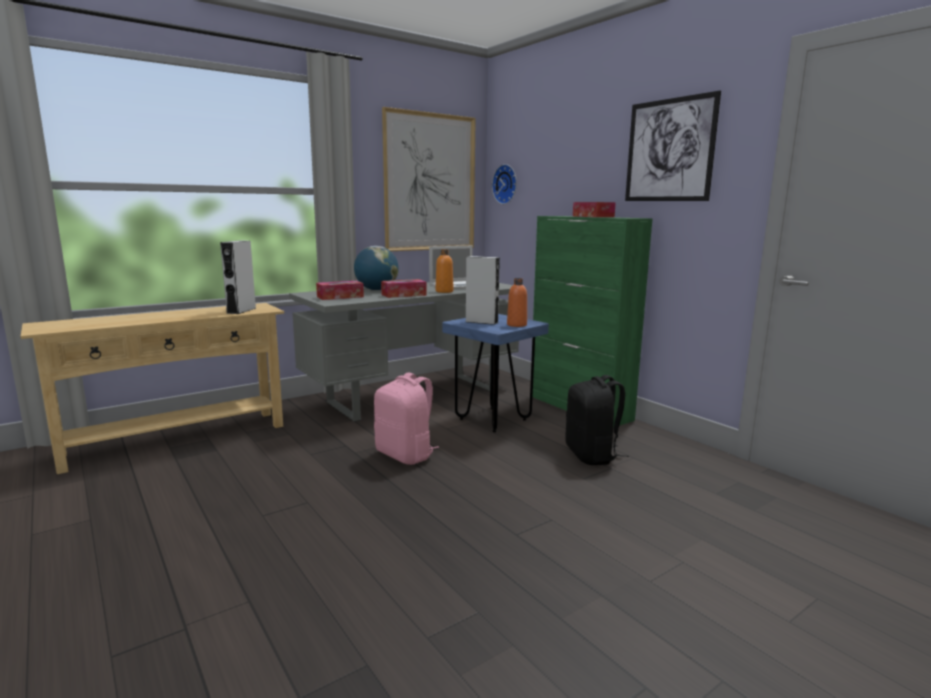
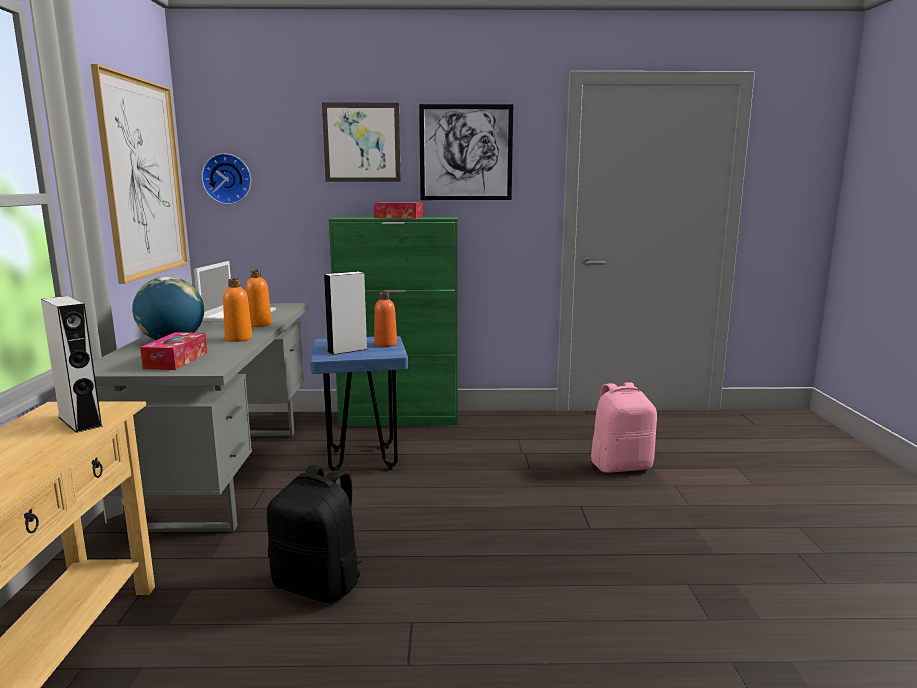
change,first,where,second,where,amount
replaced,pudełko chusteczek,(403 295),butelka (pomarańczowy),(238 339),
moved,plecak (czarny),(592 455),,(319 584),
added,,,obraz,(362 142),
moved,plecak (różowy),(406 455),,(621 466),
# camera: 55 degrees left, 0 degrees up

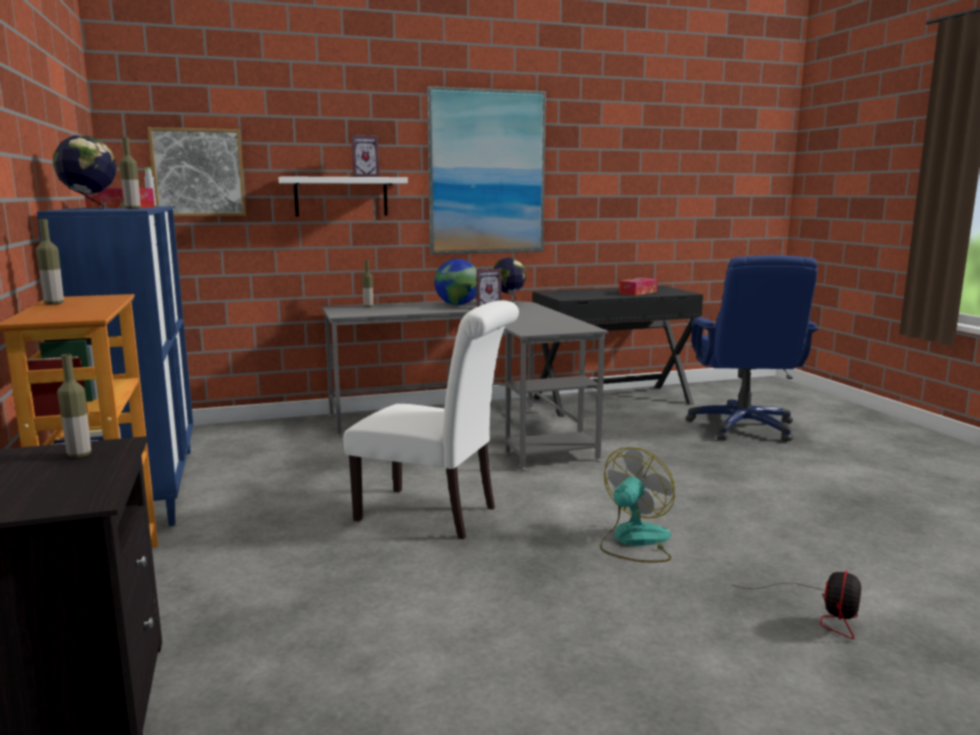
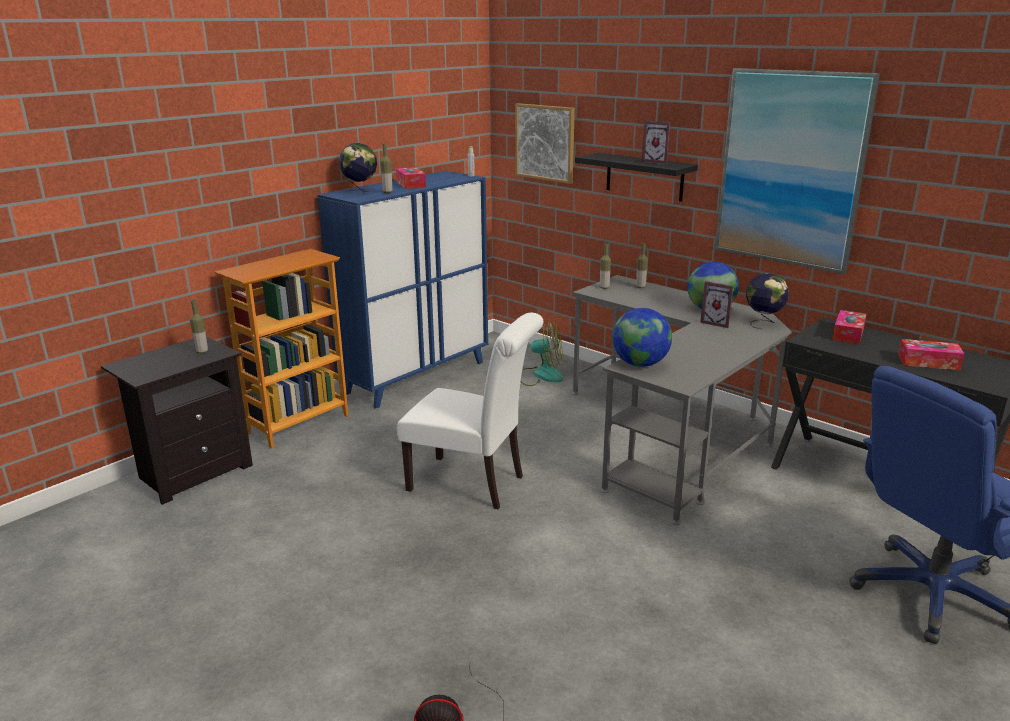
change,first,where,second,where,amount
turned,krzesło (biały),(435 514),,(473 484),60 degrees counterclockwise
moved,wentylator,(634 541),,(540 375),
recoloured,półka (biały),(341 196),półka (czarny),(644 177),
moved,butelka,(54 303),,(604 288),
added,,,globus,(640 364),
added,,,pudełko chusteczek,(848 334),
# camera: 60 degrees right, 10 degrees up

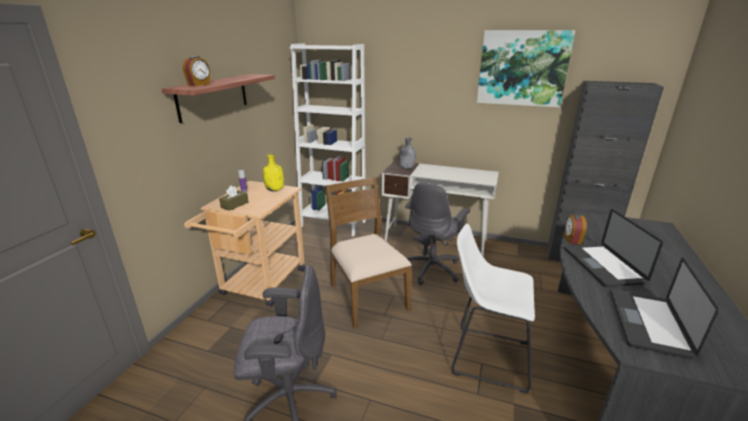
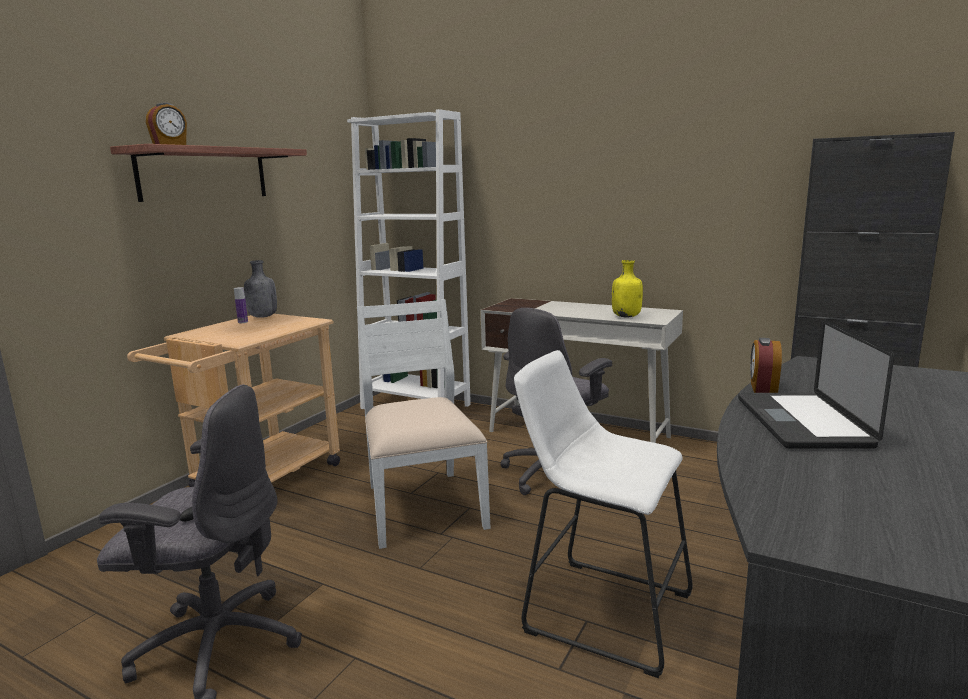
change,first,where,second,where,amount
moved,butelka (szary),(406 168),,(262 316),
recoloured,krzesło (brązowy),(366 296),krzesło (biały),(423 506),
moved,butelka (żółty),(275 190),,(626 316),
removed,pudełko chusteczek (brązowy),(234 205),,,
removed,obraz,(522 68),,,
removed,laptop,(648 323),,,
# camera: 10 degrees right, 10 degrees down

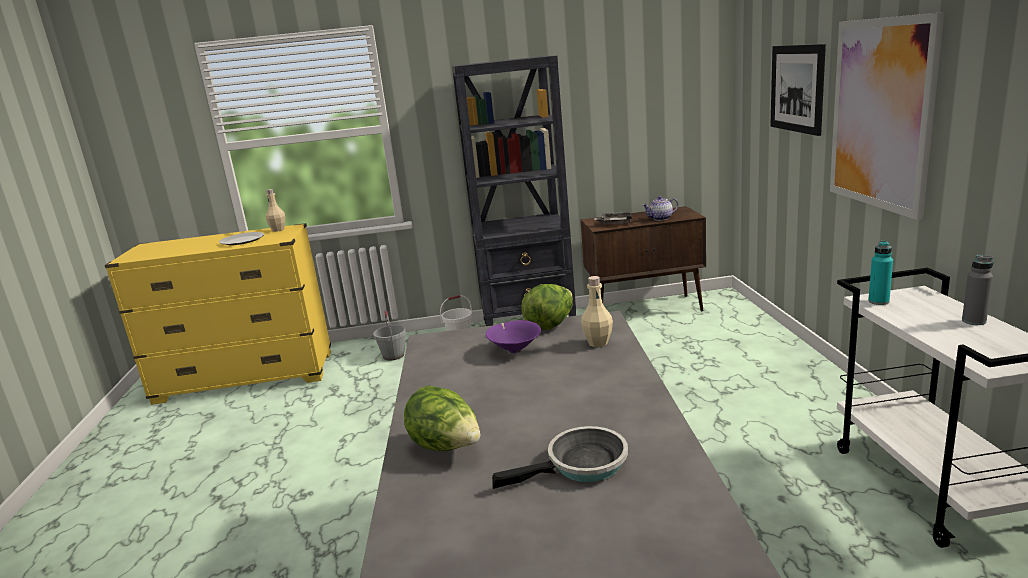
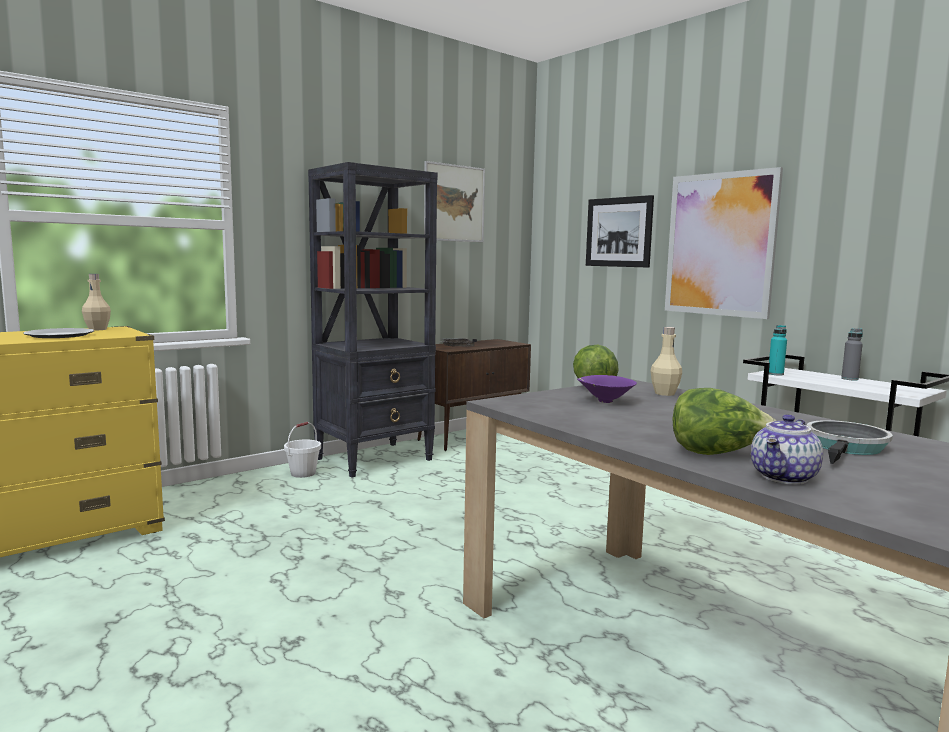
change,first,where,second,where,amount
added,,,obraz,(454 203),
moved,imbryk,(660 219),,(785 478),
removed,wiadro (szary),(394 356),,,
# camera: 35 degrees left, 10 degrees down

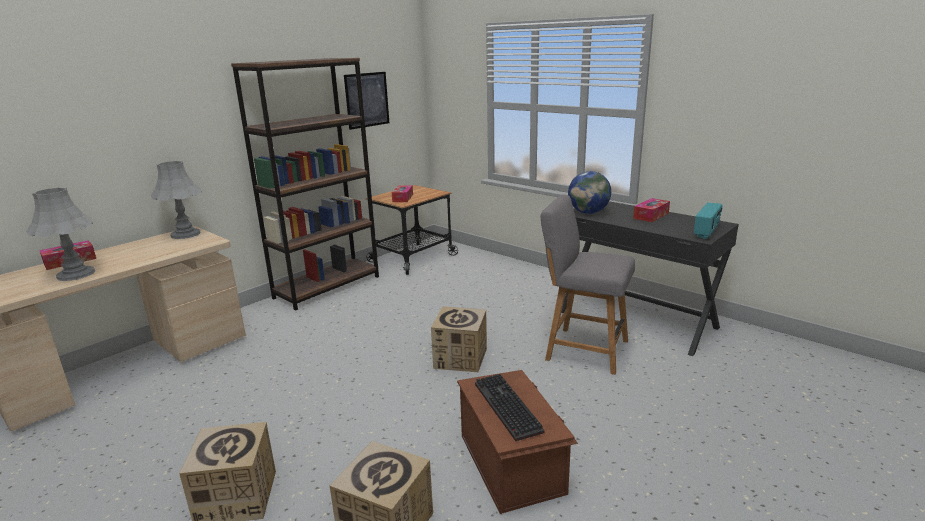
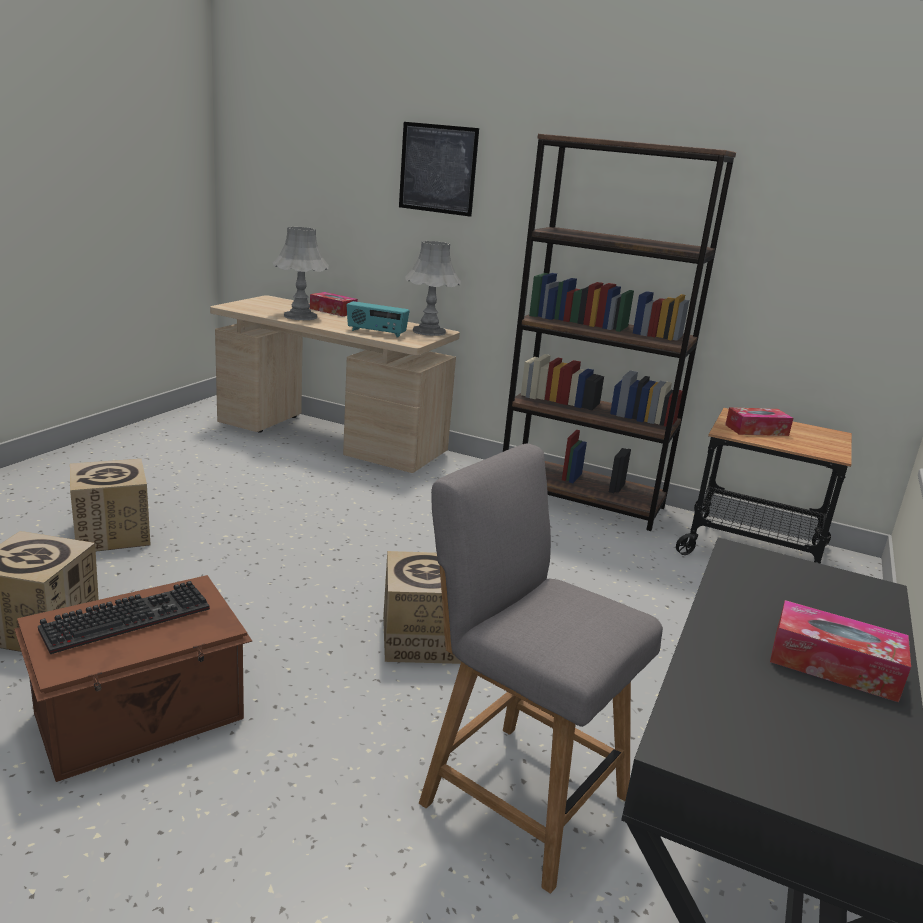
change,first,where,second,where,amount
moved,radio,(707 232),,(376 333),
moved,obraz,(367 100),,(438 169),
turned,krzesło (szary),(582 349),,(517 794),60 degrees counterclockwise
removed,globus,(588 212),,,
# camera: 70 degrees right, 0 degrees up

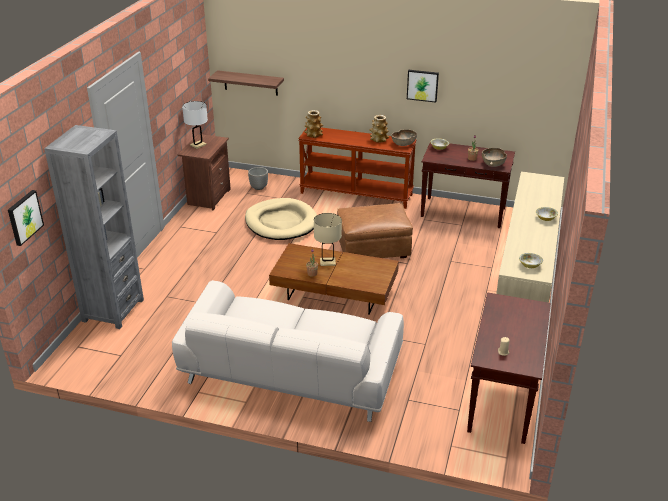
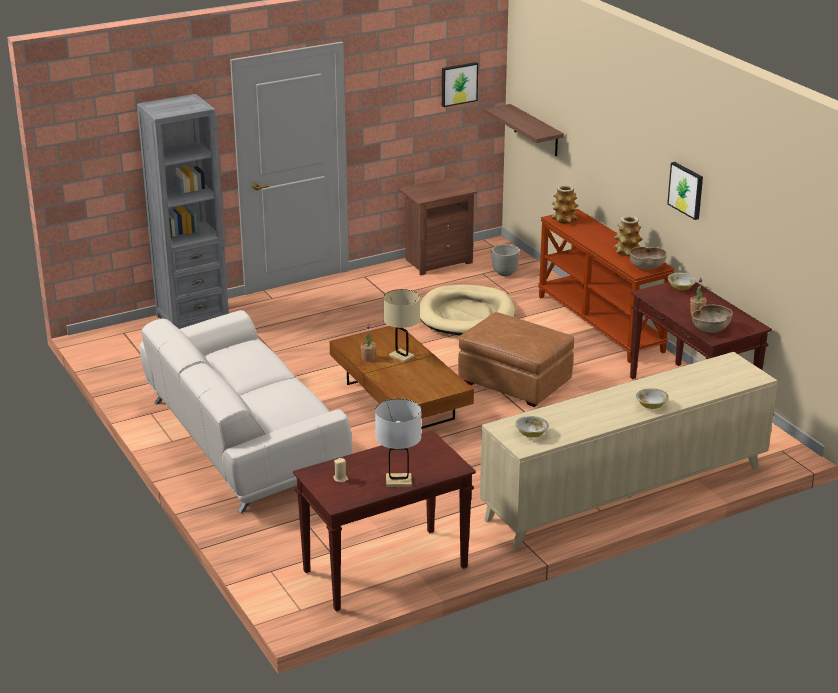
change,first,where,second,where,amount
moved,lampa stołowa (biały),(198 145),,(398 481),
moved,obraz,(24 217),,(458 84),
# camera: 45 degrees right, 5 degrees down

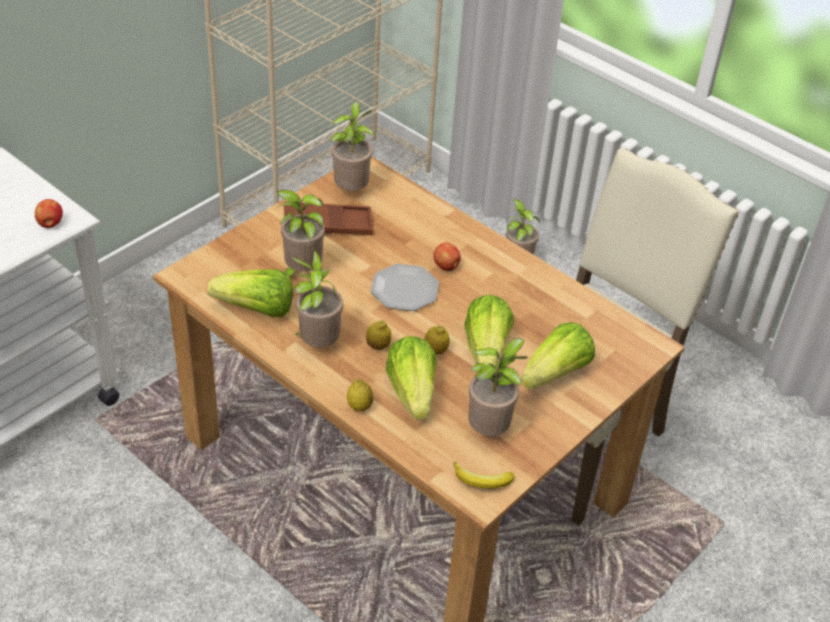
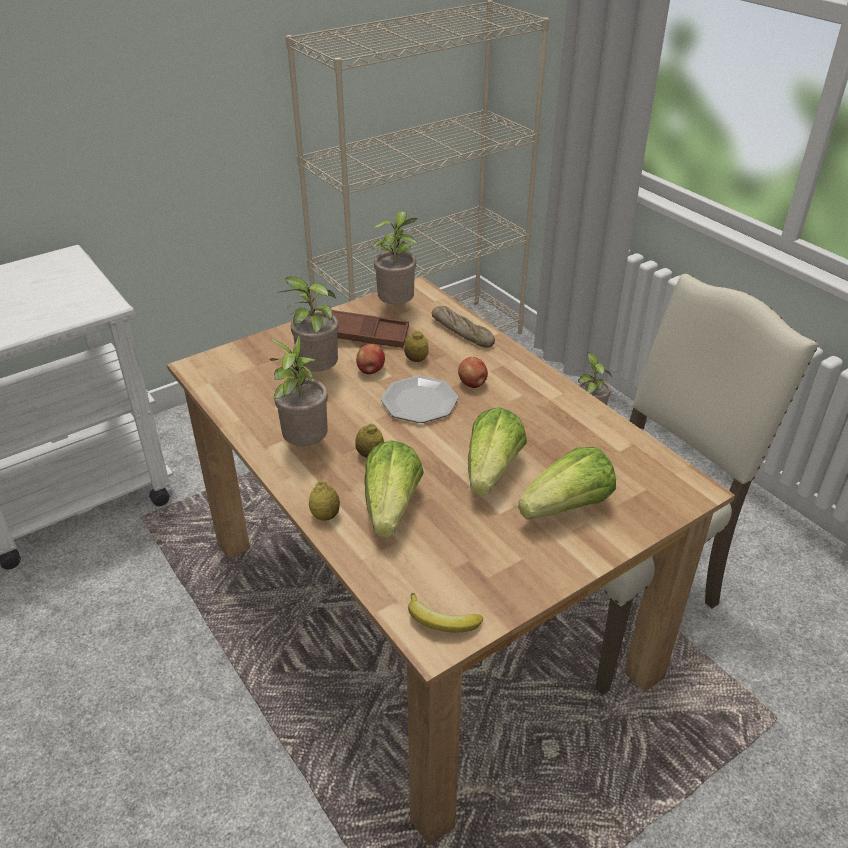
change,first,where,second,where,amount
moved,jabłko,(50 224),,(370 371),
moved,cytryna,(436 350),,(416 359),
added,,,chleb,(462 332),
removed,sałata,(256 309),,,
removed,roślina doniczkowa,(490 430),,,
# camera: 15 degrees right, 5 degrees down

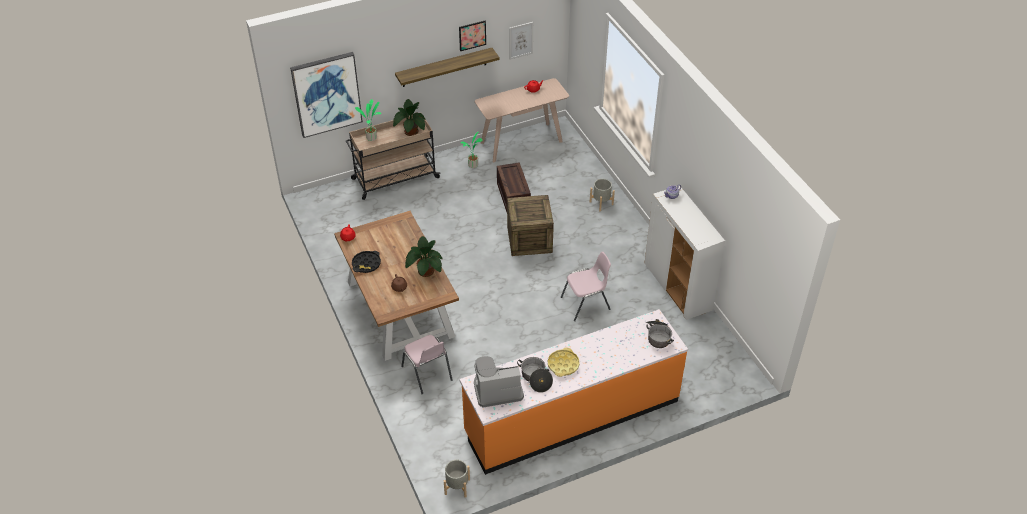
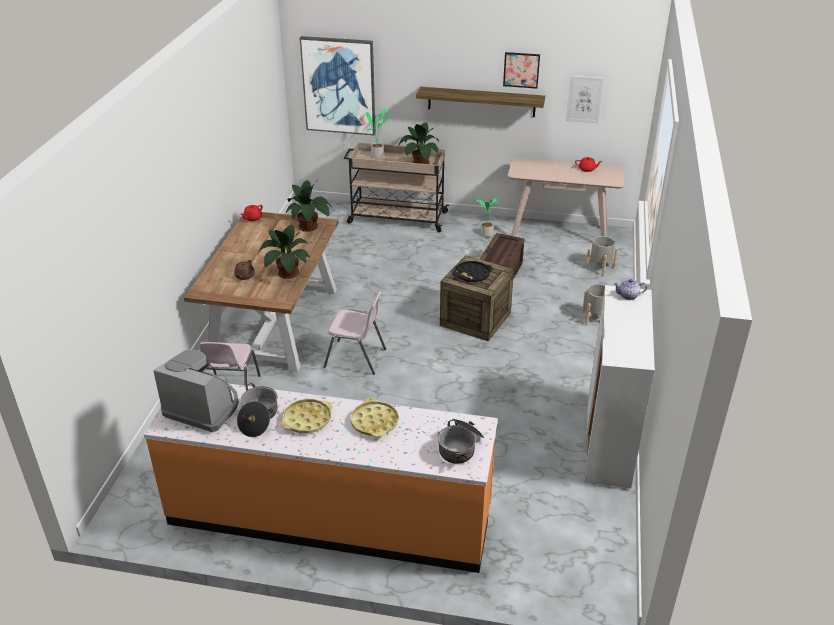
change,first,where,second,where,amount
added,,,roślina doniczkowa,(309 227),
moved,krzesło (różowy),(586 303),,(356 358),
added,,,taca (żółty),(374 422),
moved,taca (czarny),(366 264),,(472 274),
moved,donica (szary),(457 486),,(600 268),
# camera: 35 degrees right, 10 degrees down

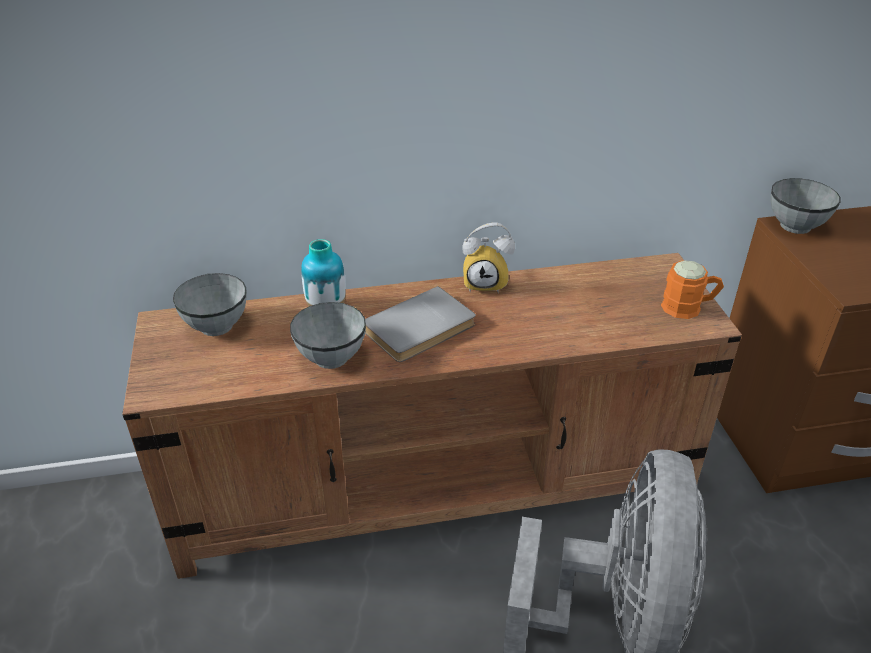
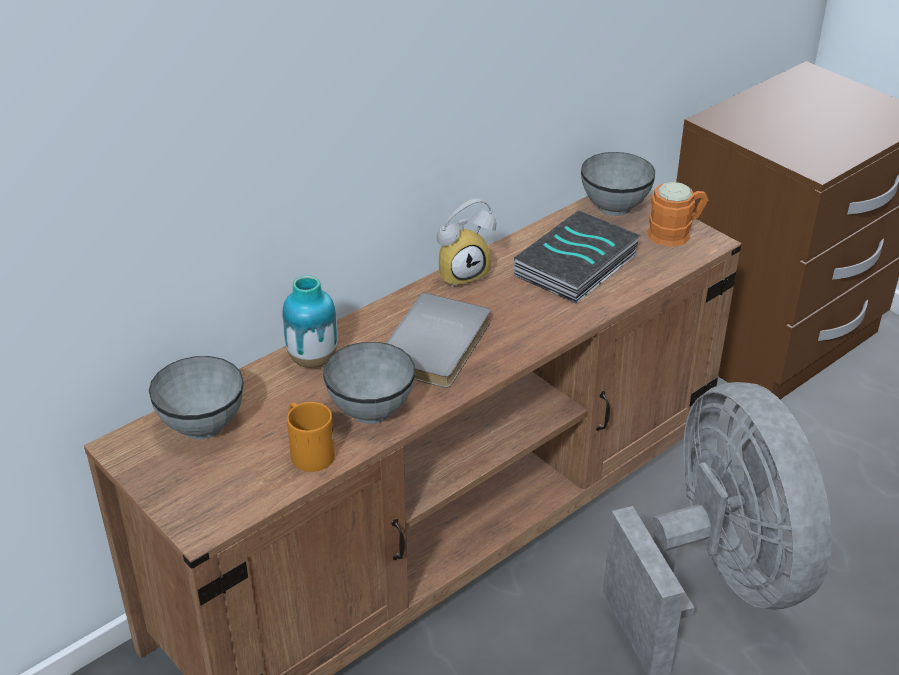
change,first,where,second,where,amount
added,,,kubek (pomarańczowy),(307 451),
added,,,książka,(577 266),
moved,miska (szary),(794 226),,(613 206),
# camera: 30 degrees left, 0 degrees up

